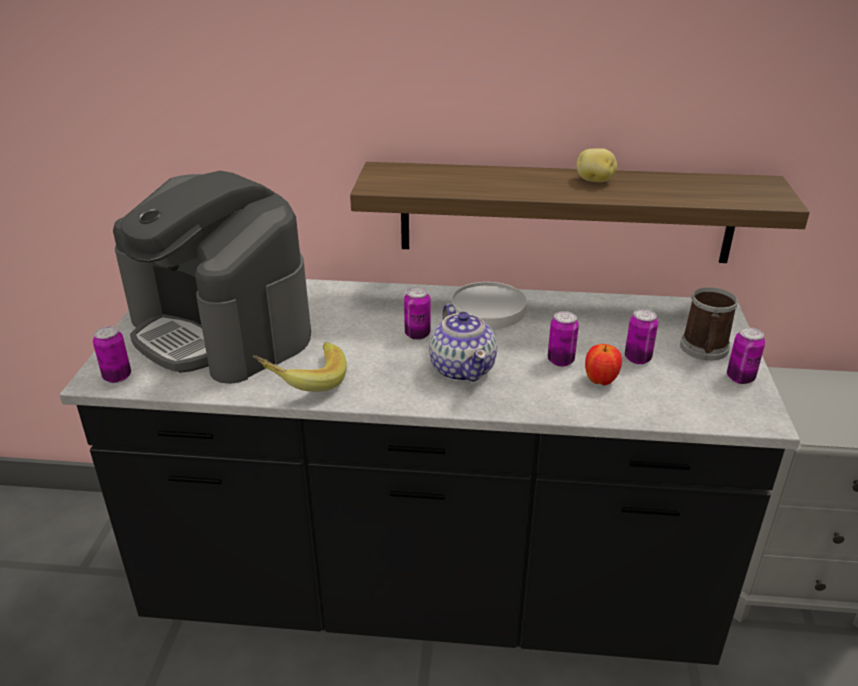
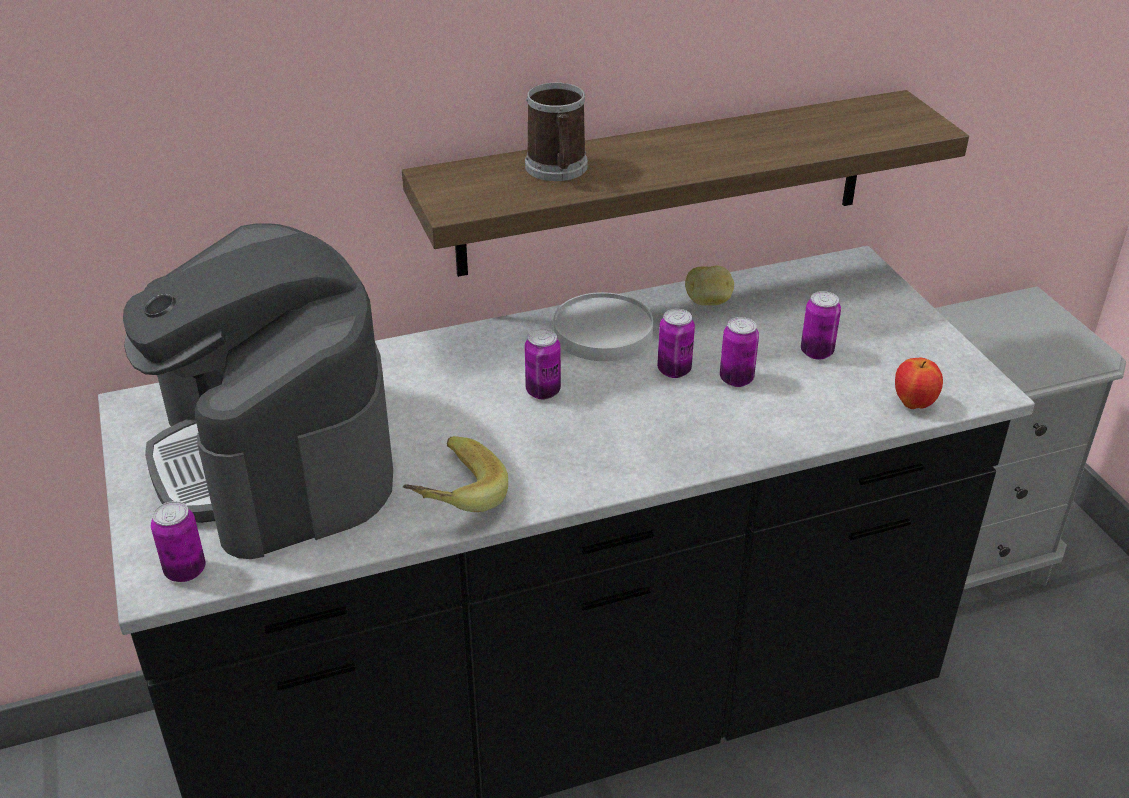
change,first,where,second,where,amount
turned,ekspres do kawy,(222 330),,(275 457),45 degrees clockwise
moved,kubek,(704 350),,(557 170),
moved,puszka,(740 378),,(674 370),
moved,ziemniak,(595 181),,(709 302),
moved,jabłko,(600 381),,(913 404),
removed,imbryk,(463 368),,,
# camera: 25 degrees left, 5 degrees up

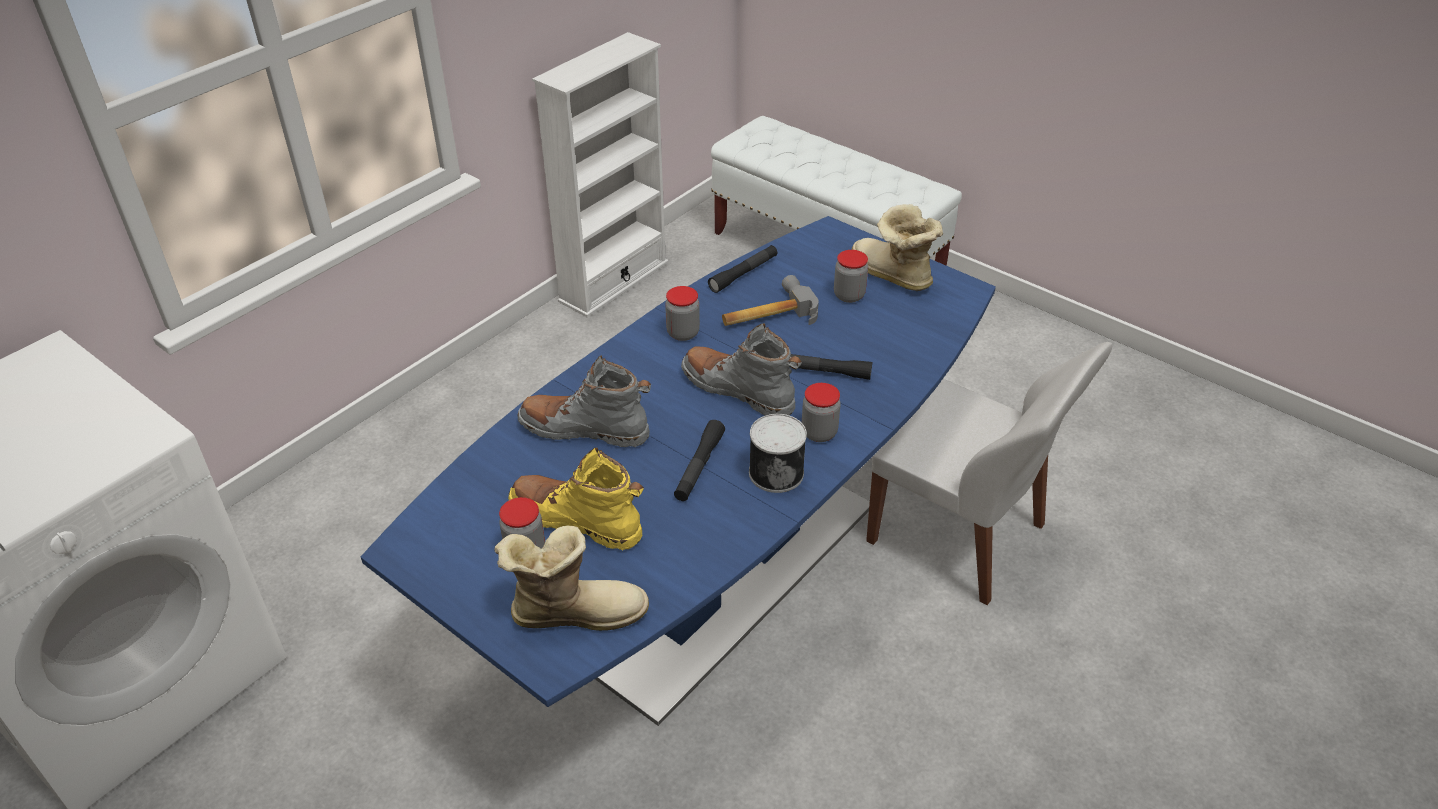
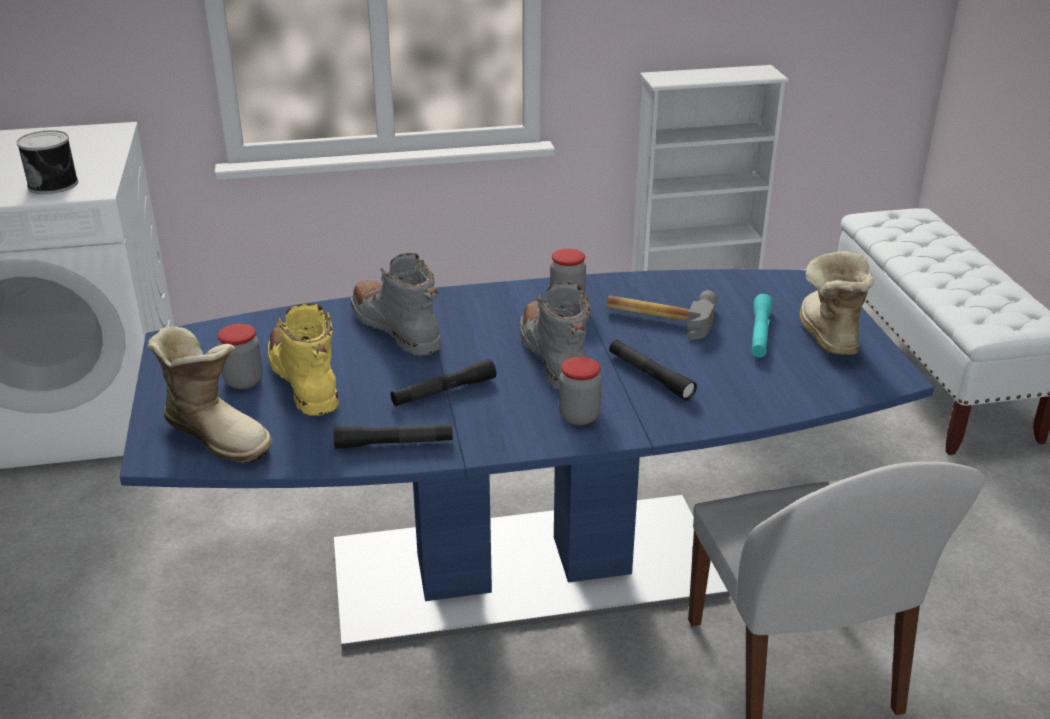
change,first,where,second,where,amount
moved,puszka,(776 471),,(54 184),
moved,latarka (czarny),(743 274),,(394 443),
replaced,słoik,(849 295),latarka (turkusowy),(760 333),
# camera: 40 degrees right, 10 degrees down

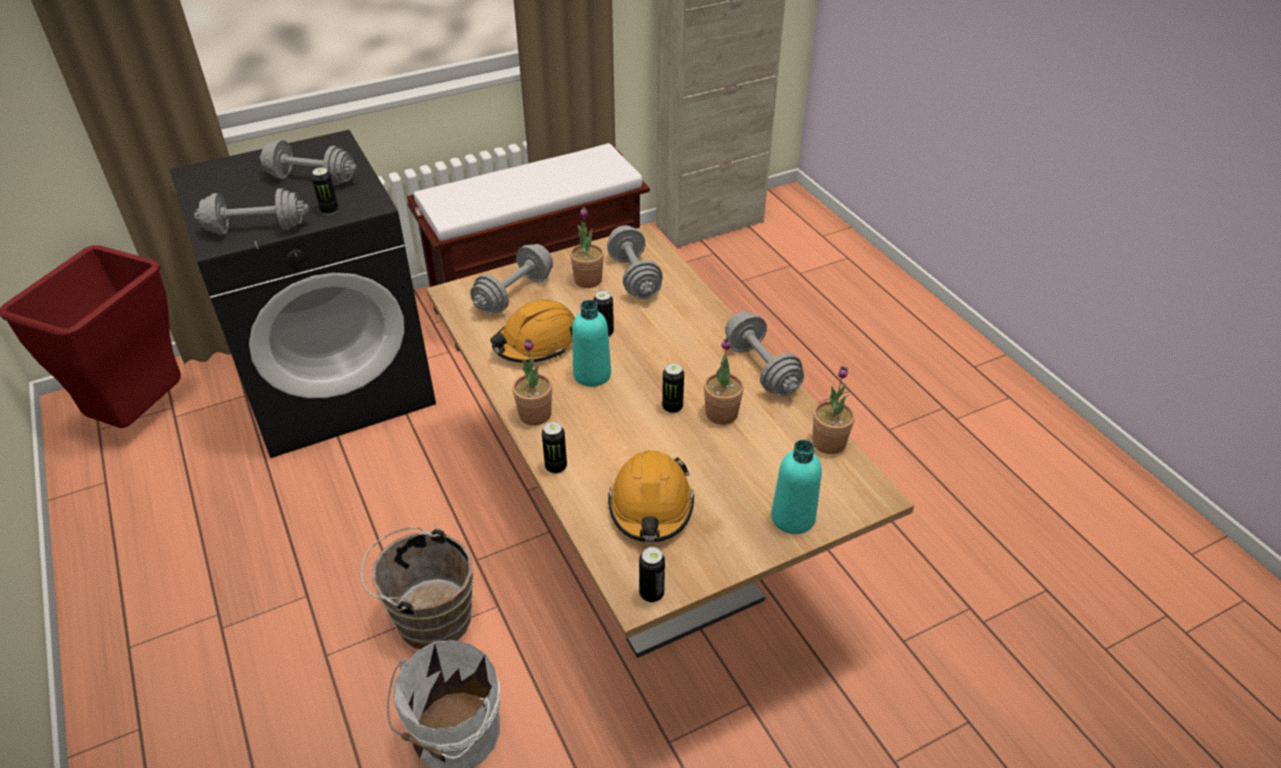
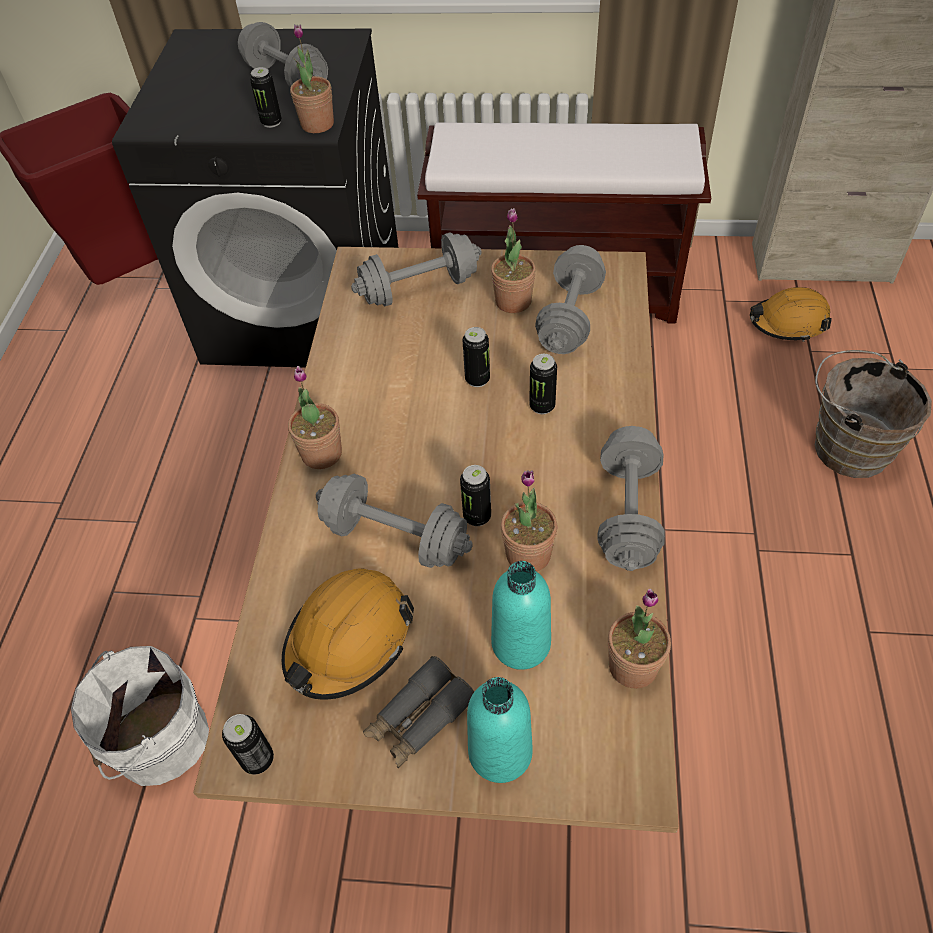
change,first,where,second,where,amount
added,,,roślina doniczkowa,(317 124),
moved,hantel (szary),(257 229),,(395 537),
added,,,lornetka (szary),(419 718),
moved,butelka (turkusowy),(592 374),,(521 643),
moved,puszka,(556 467),,(542 406),
moved,kask (pomarańczowy),(536 343),,(788 323),
moved,wiadro (brązowy),(429 617),,(846 445),
# camera: 35 degrees right, 10 degrees up

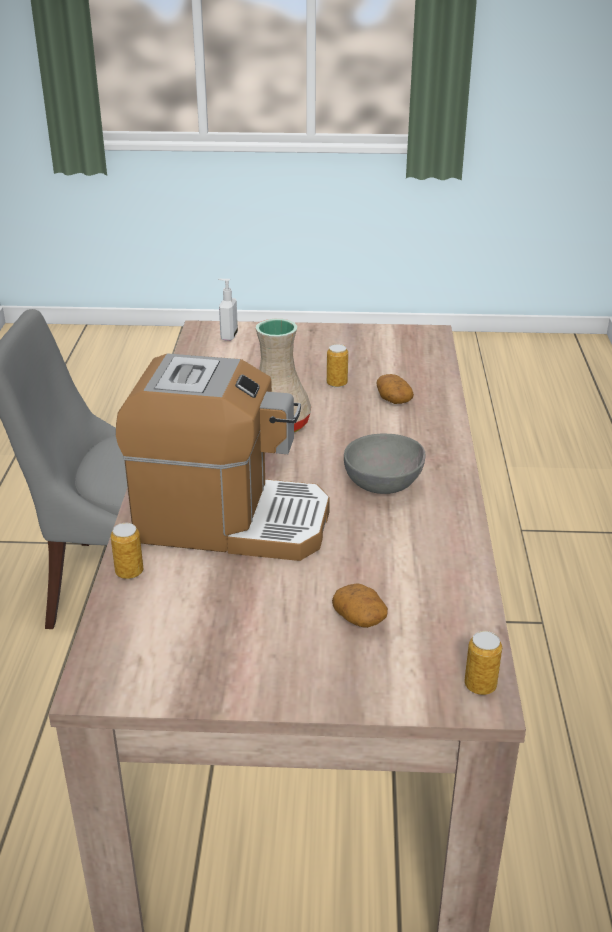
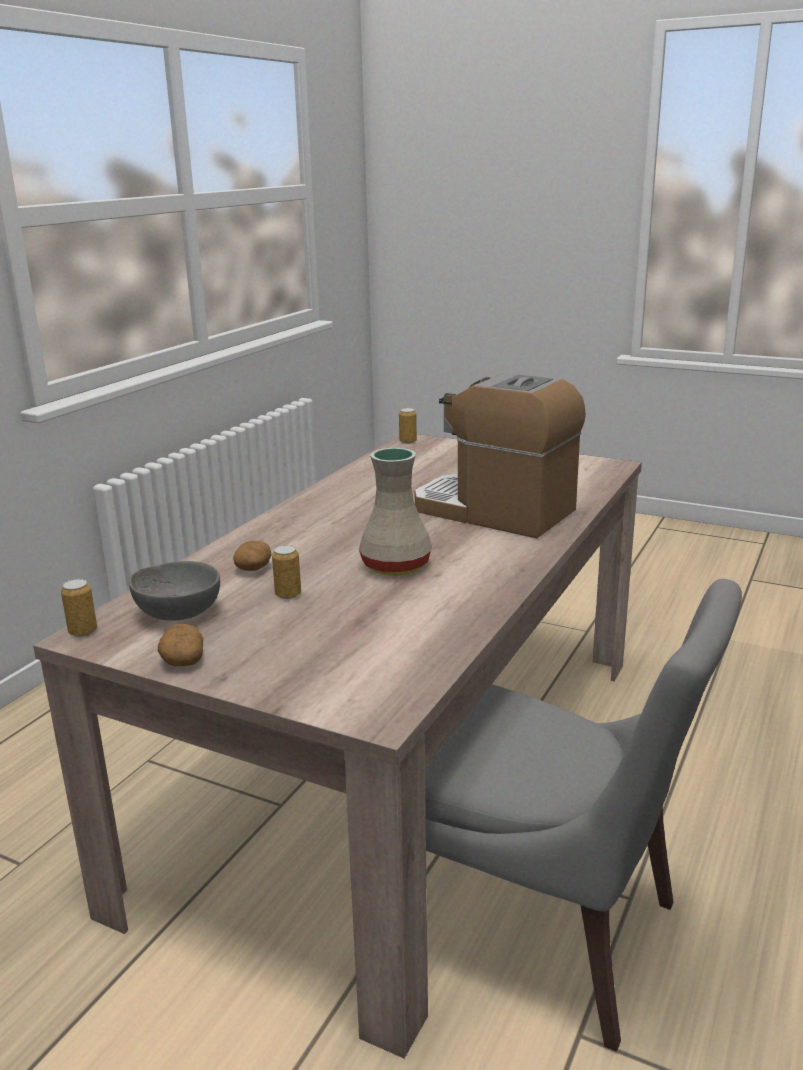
change,first,where,second,where,amount
moved,puszka,(129 572),,(83 632),
moved,miska (szary),(385 485),,(178 613),
moved,ziemniak,(360 618),,(182 659),
removed,dozownik mydła,(228 336),,,
# camera: 155 degrees left, 10 degrees down

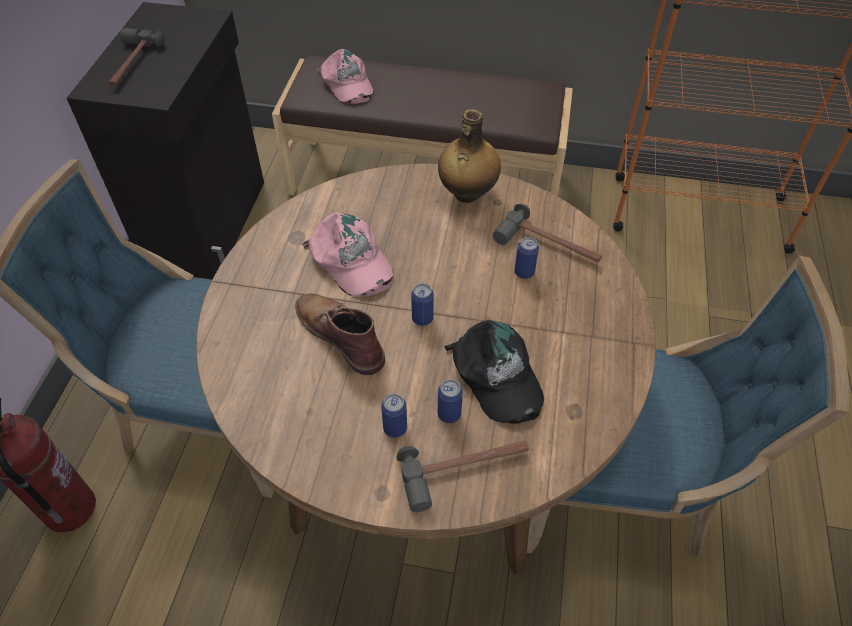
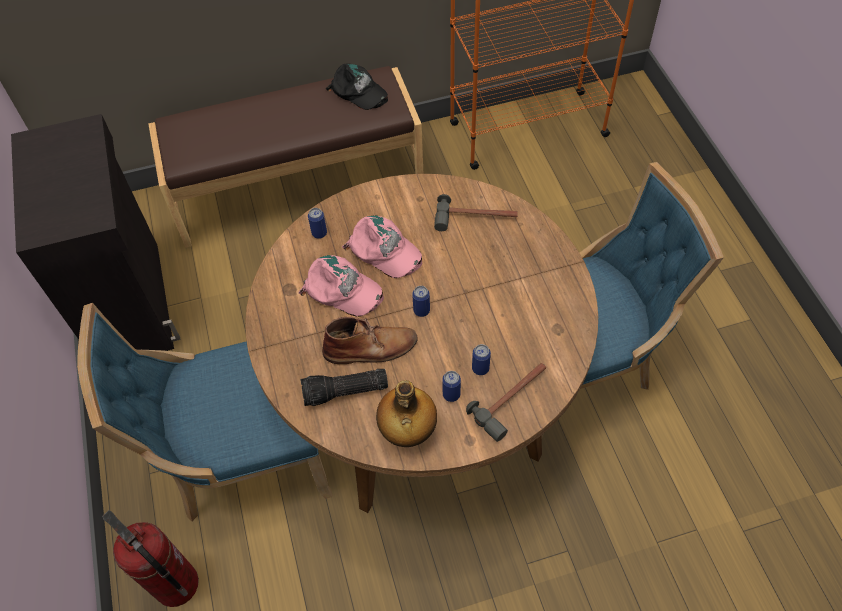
change,first,where,second,where,amount
added,,,latarka,(345 393),
moved,puszka,(524 272),,(319 233),
turned,but z cholewką (brązowy),(339 334),,(371 348),150 degrees clockwise
moved,czapka z daszkiem (czarny),(496 376),,(358 92),
moved,czapka z daszkiem (różowy),(346 83),,(384 251),
moved,butelka,(467 194),,(407 431),
removed,młotek,(130 64),,,
# camera: 25 degrees left, 5 degrees up

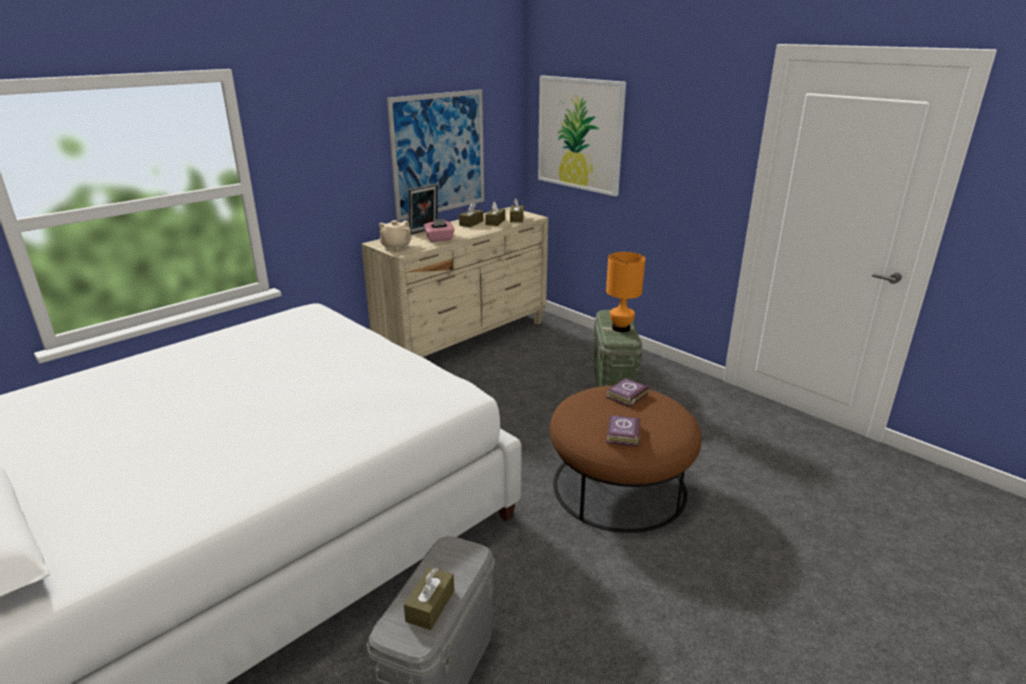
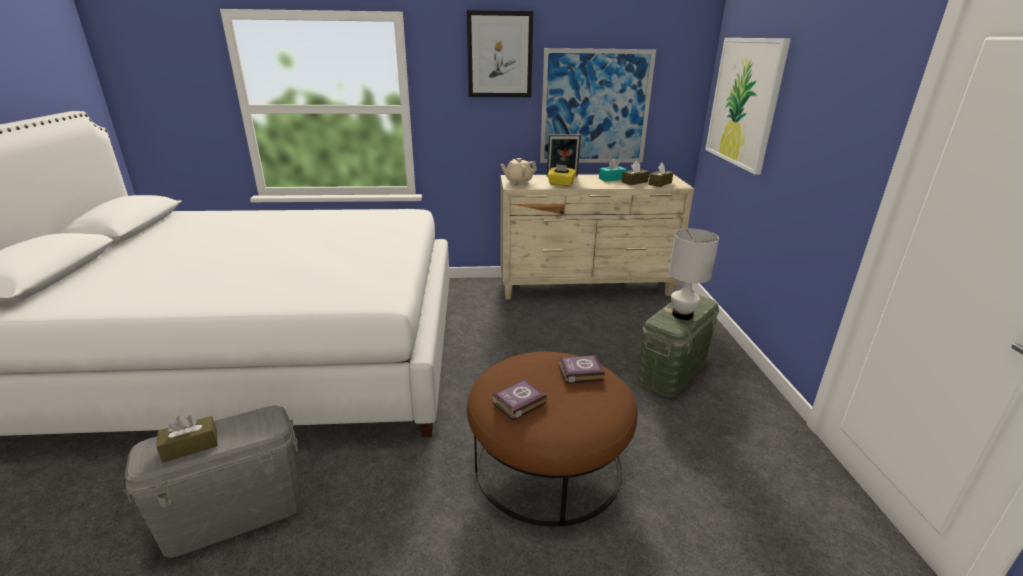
change,first,where,second,where,amount
added,,,obraz,(499 55),
recoloured,pudełko chusteczek (różowy),(439 239),pudełko chusteczek (żółty),(561 184),
recoloured,pudełko chusteczek (brązowy),(471 223),pudełko chusteczek (turkusowy),(612 179),
recoloured,lampa stołowa (pomarańczowy),(621 328),lampa stołowa (biały),(682 314),
# camera: 40 degrees right, 0 degrees up

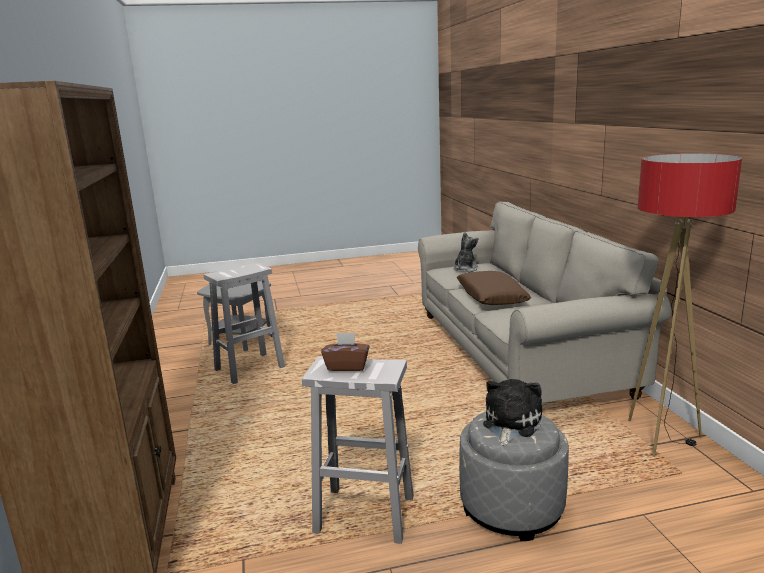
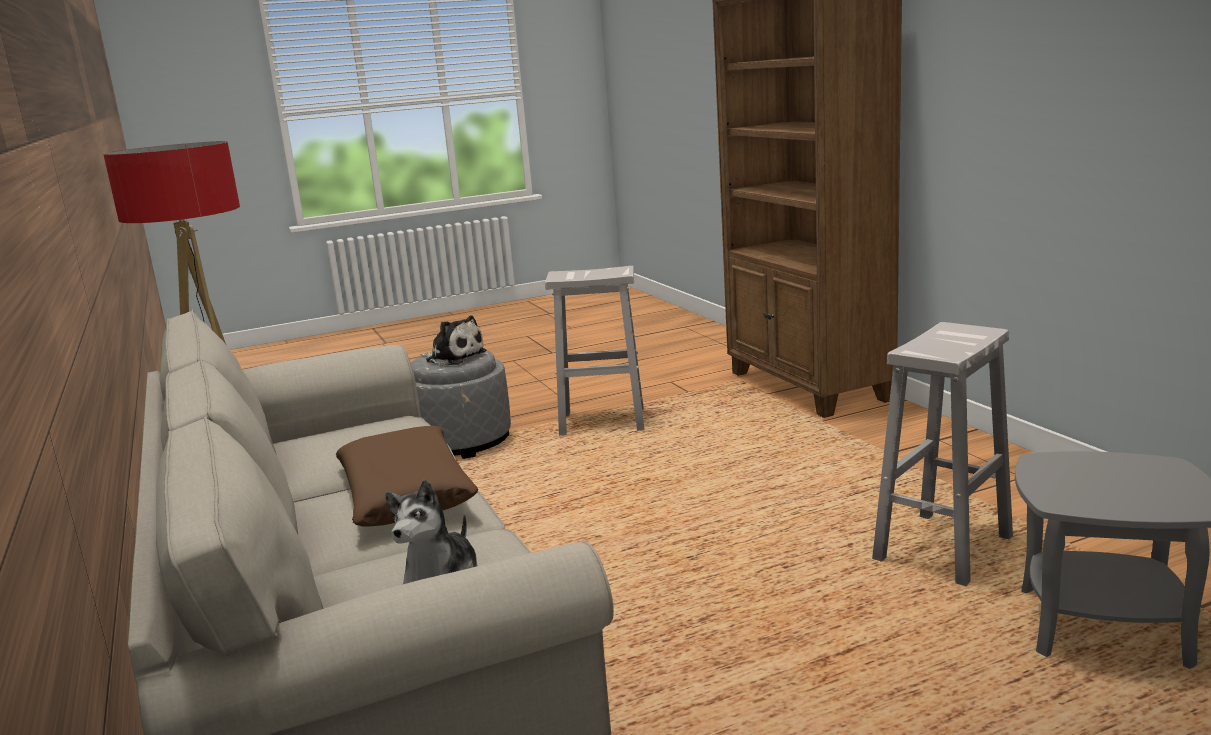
change,first,where,second,where,amount
turned,pluszak,(510 424),,(454 357),75 degrees counterclockwise
removed,pudełko chusteczek (brązowy),(347 366),,,
# camera: 170 degrees right, 0 degrees up

